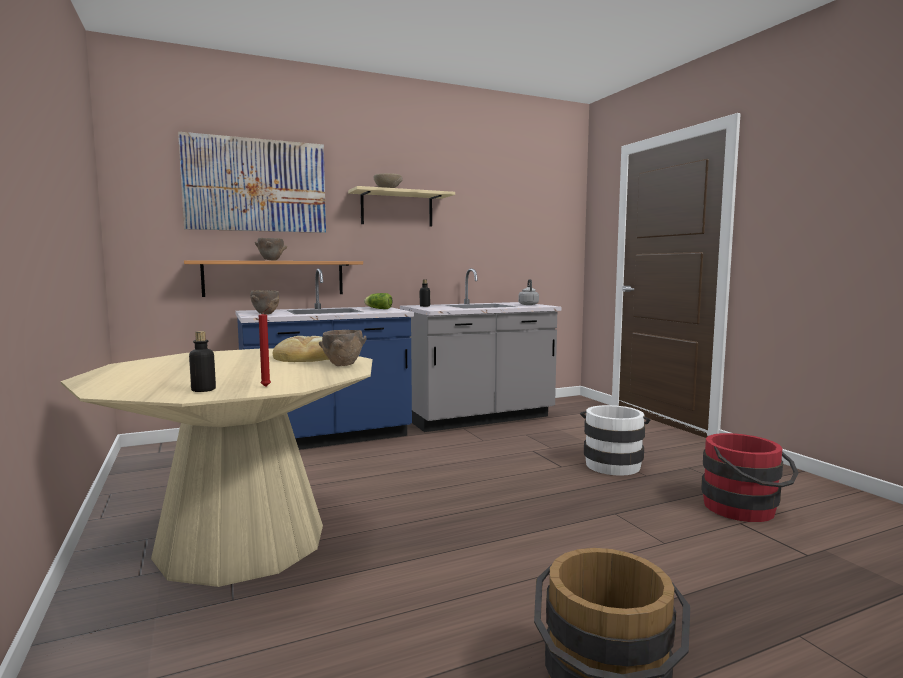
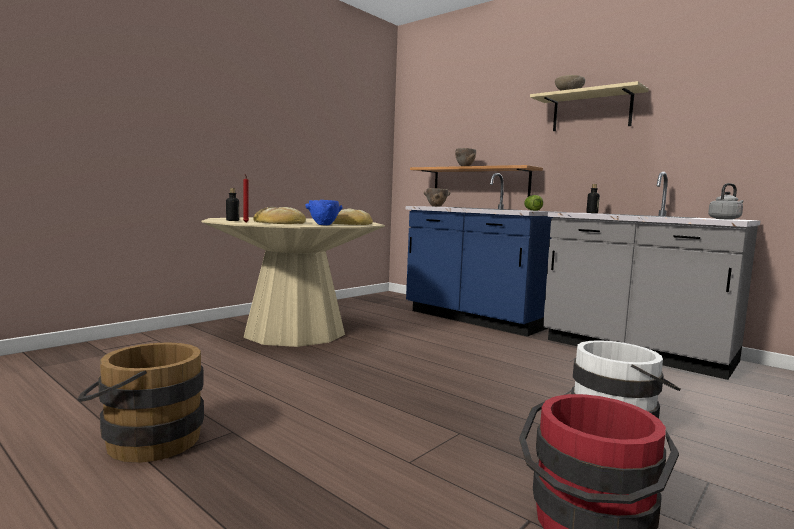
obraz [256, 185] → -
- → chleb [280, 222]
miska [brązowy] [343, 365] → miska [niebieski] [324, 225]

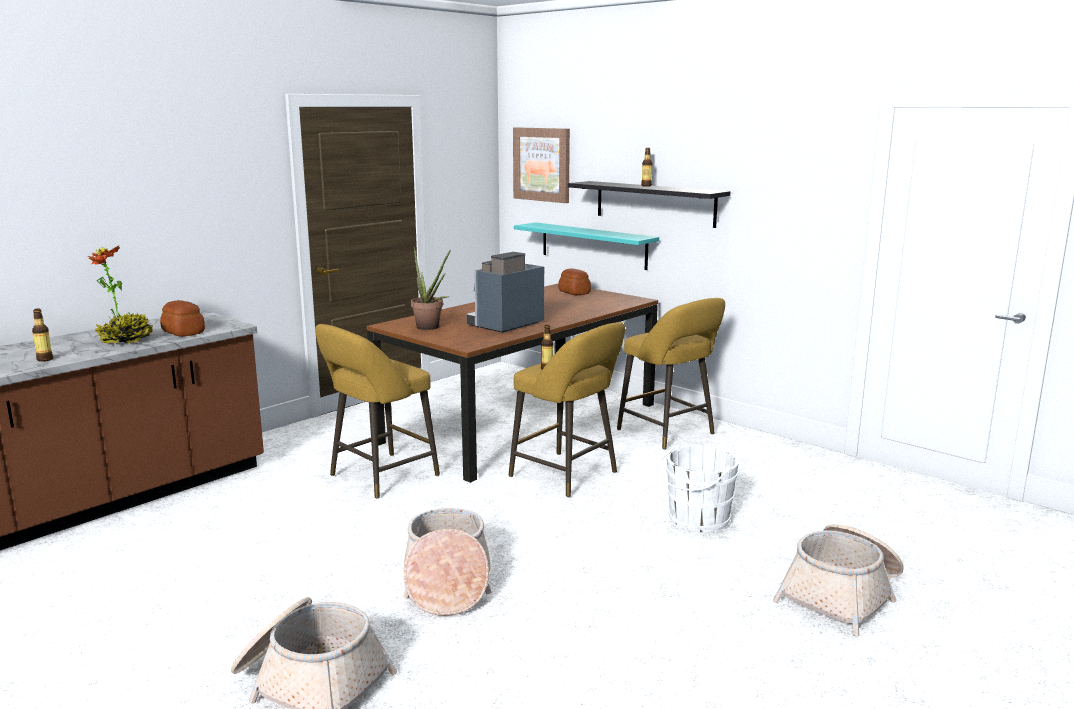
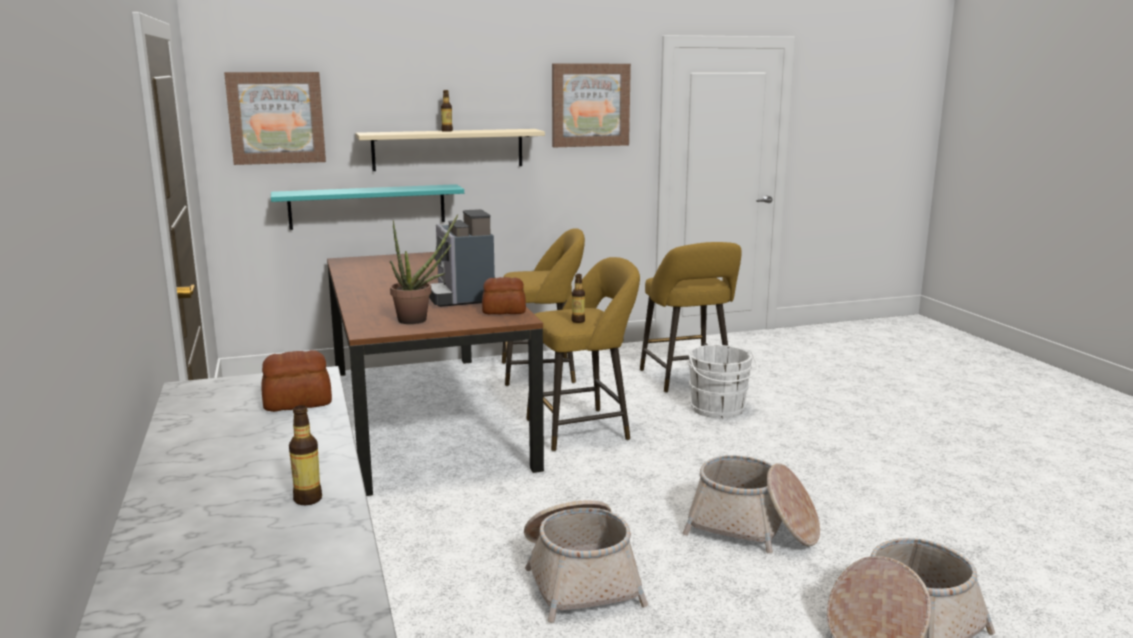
roślina doniczkowa [126, 341] → -
- → obraz [590, 105]
stołek [żółty] [379, 477] → stołek [żółty] [687, 380], shifted
chleb [574, 292] → chleb [503, 311], shifted
koszyk [842, 595] → koszyk [579, 577], shifted
półka [czarny] [654, 203] → półka [beżowy] [448, 149]

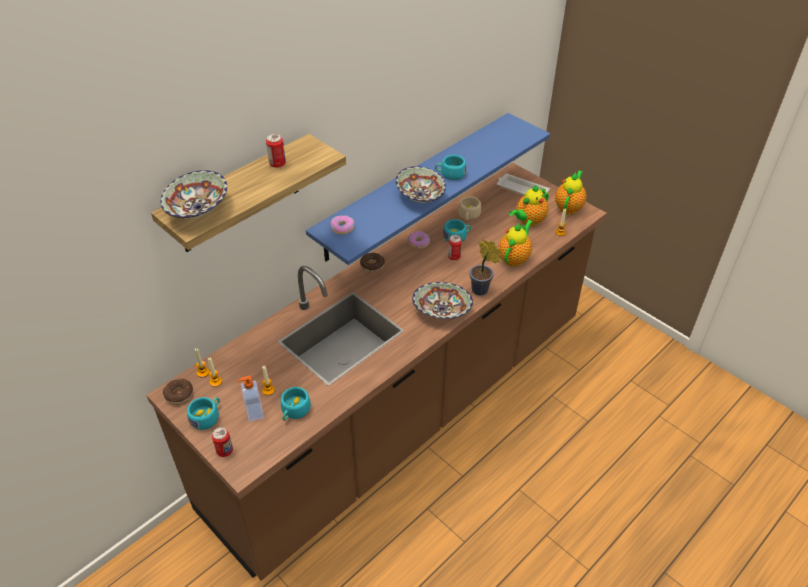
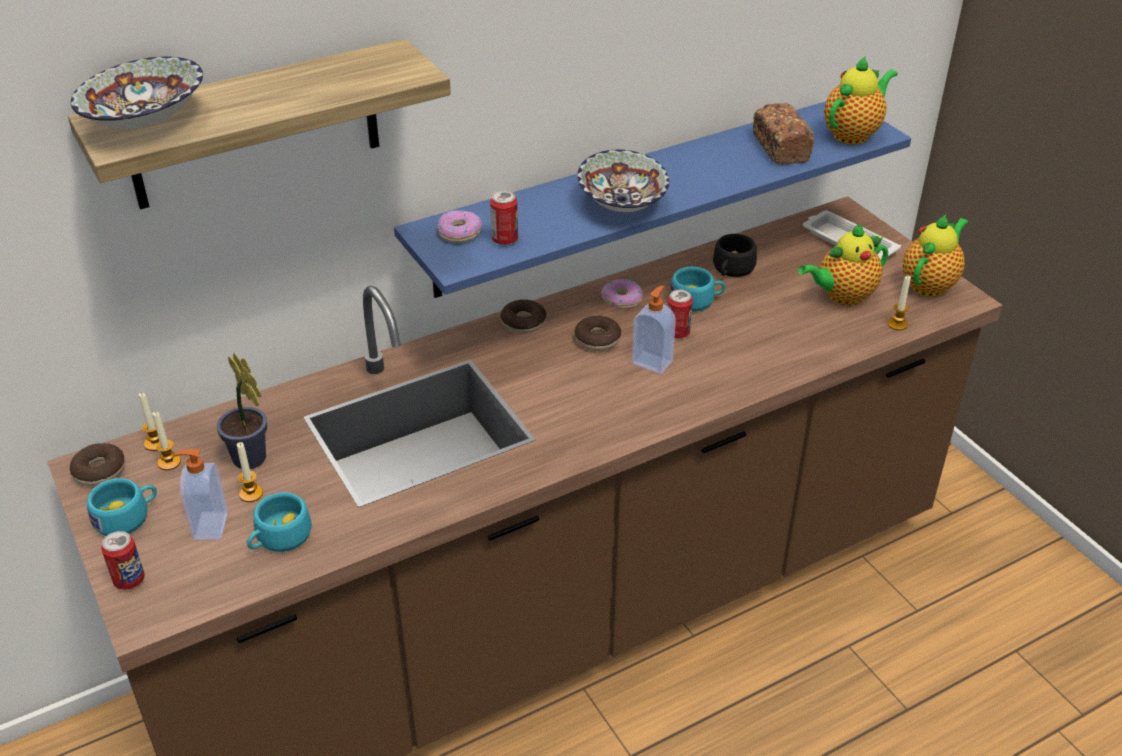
miska [442, 311] → -
filiżanka [turkusowy] [450, 174] → -
- → donut [597, 339]
- → dozownik mydła [652, 362]
- → chleb [780, 147]
puszka [277, 164] → puszka [505, 239], shifted
roślina doniczkowa [481, 291] → roślina doniczkowa [252, 461], shifted
imbryk [514, 258] → imbryk [853, 134], shifted
filiżanka [beżowy] [468, 215] → filiżanka [czarny] [731, 270]

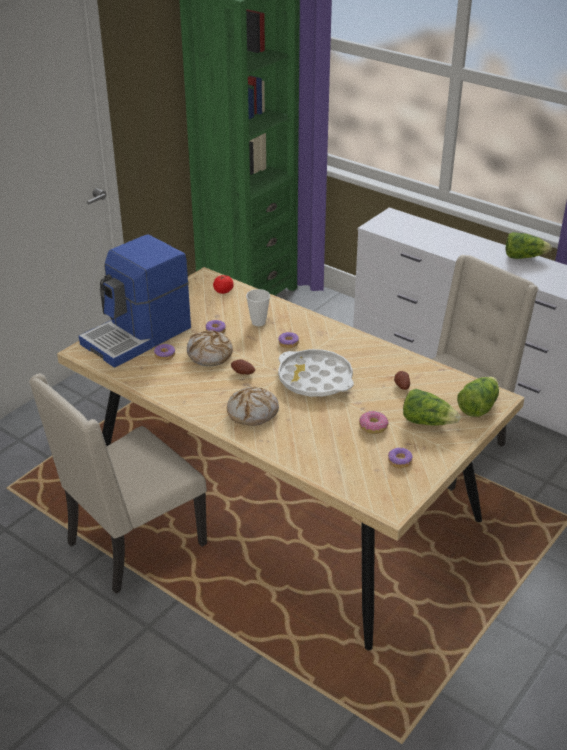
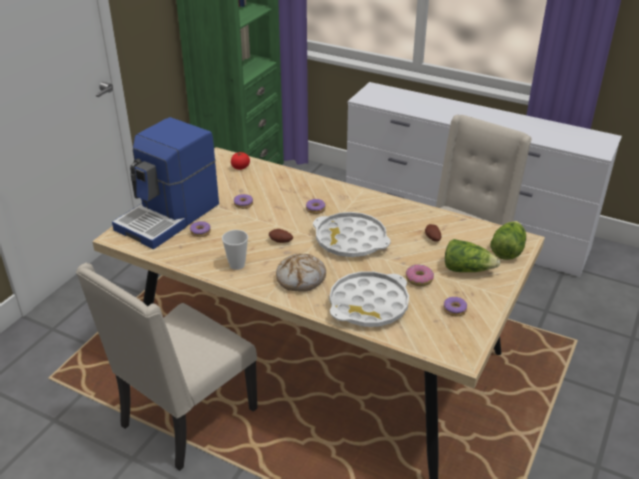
chleb [210, 355] → -
sałata [524, 257] → -
- → taca [biały] [369, 305]
filiżanka [258, 322] → filiżanka [237, 265], shifted

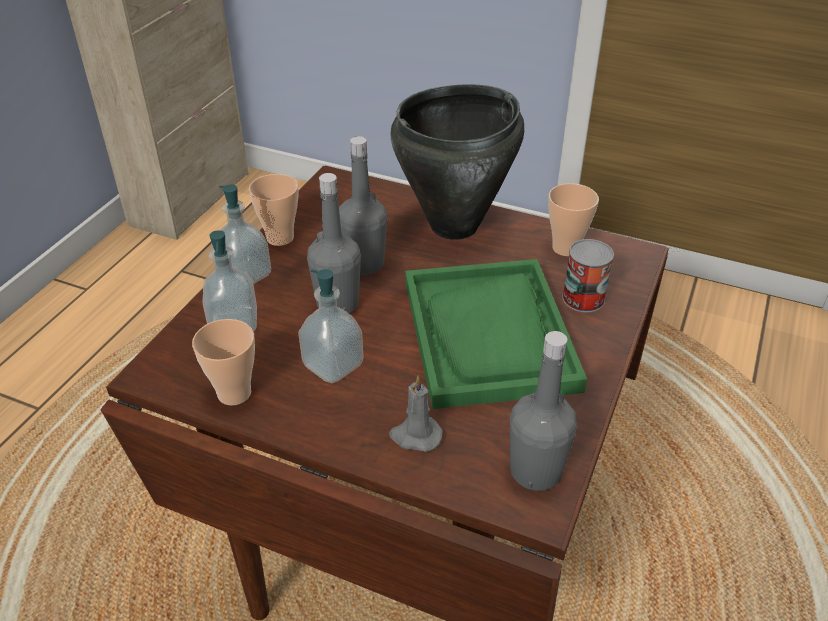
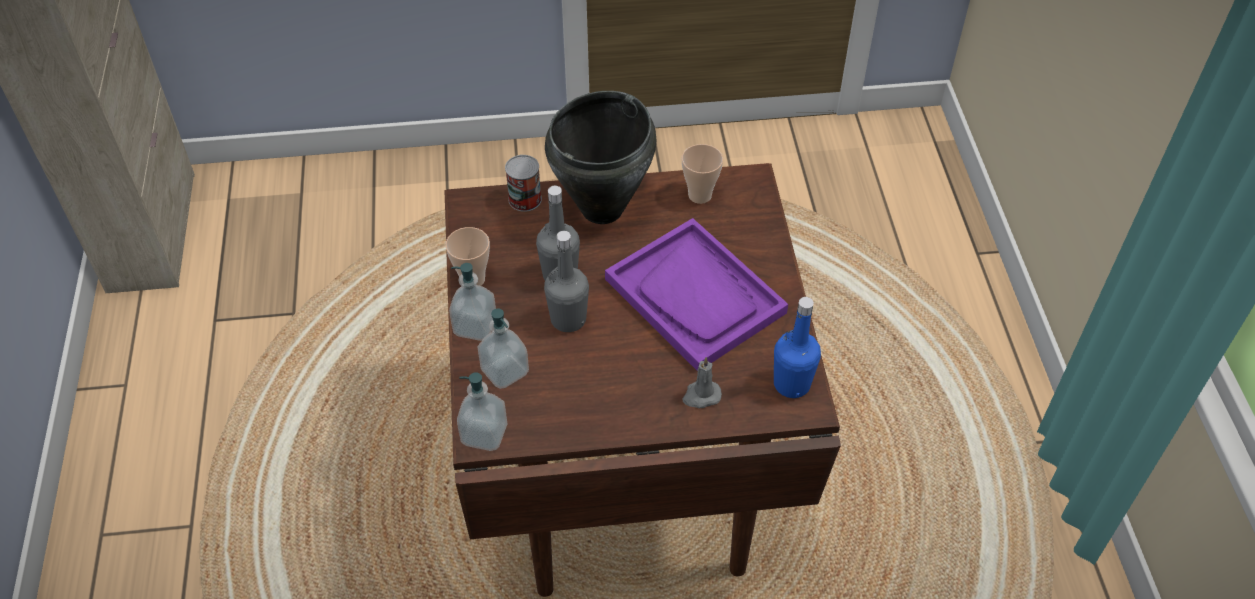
filiżanka [234, 393] → -
dozownik mydła [333, 365] → dozownik mydła [484, 434], shifted
puszka [583, 298] → puszka [525, 199], shifted
taca [zielony] [489, 335] → taca [fioletowy] [695, 296]
butelka [szary] [535, 471] → butelka [niebieski] [791, 384]

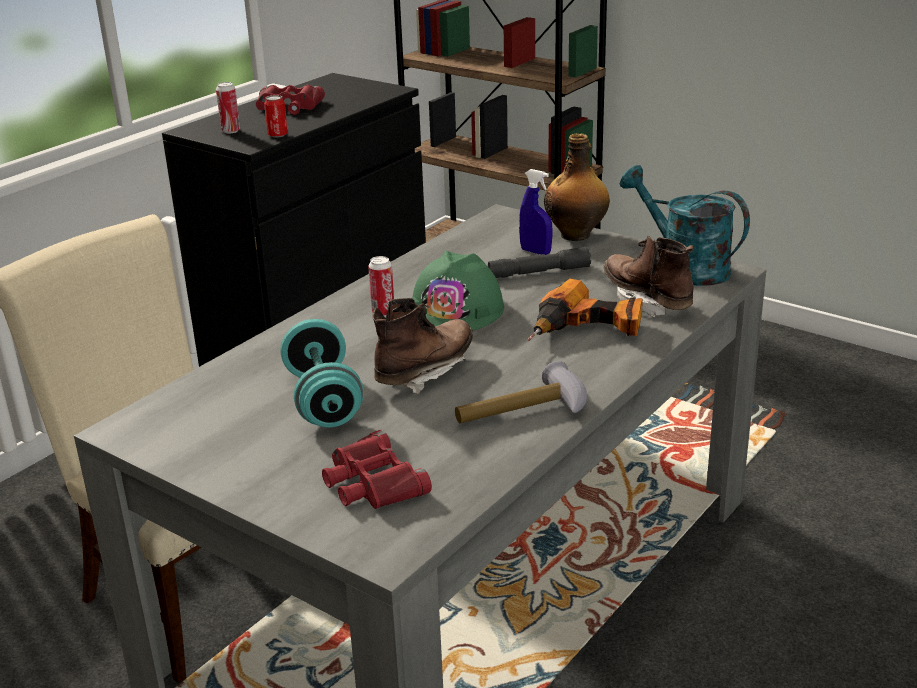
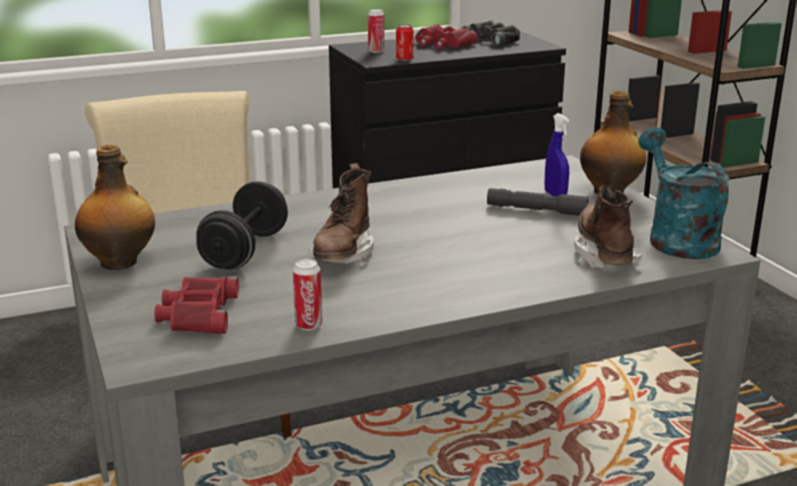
kask [zielony] [456, 310] → -
młotek [523, 413] → -
wiertarka [587, 331] → -
- → butelka [120, 262]
- → lornetka [czarny] [494, 40]
puszka [383, 312] → puszka [308, 325], shifted
hantel [turkusowy] [323, 400] → hantel [czarny] [245, 251]
but z cholewką [brązowy] [425, 372] → but z cholewką [brązowy] [343, 254], 120 degrees clockwise

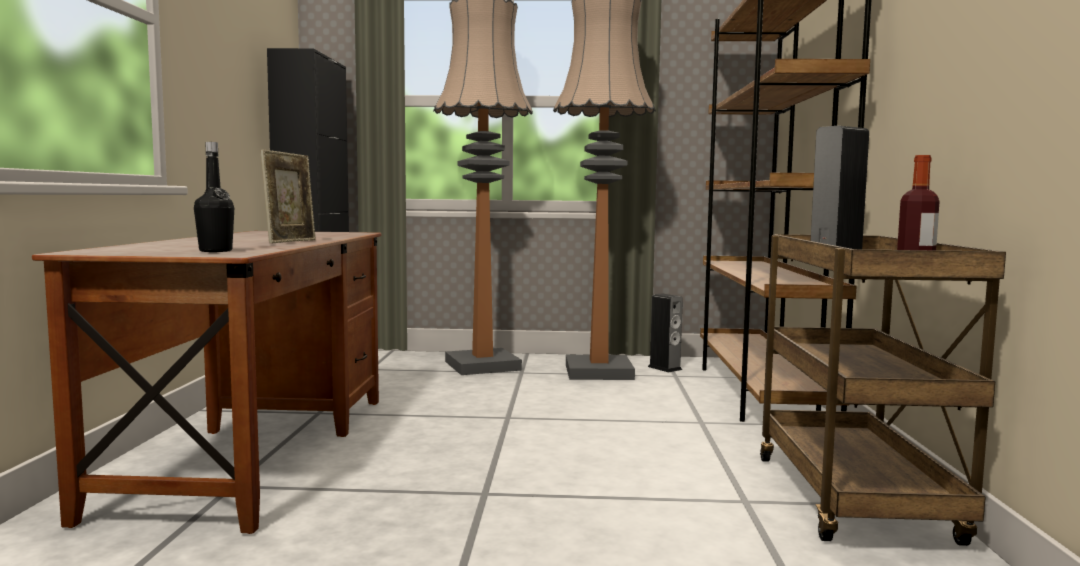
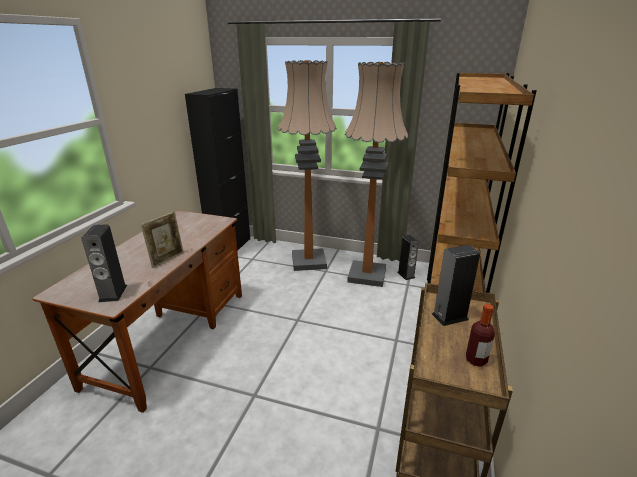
butelka [czarny] [215, 251] → głośnik [113, 293]

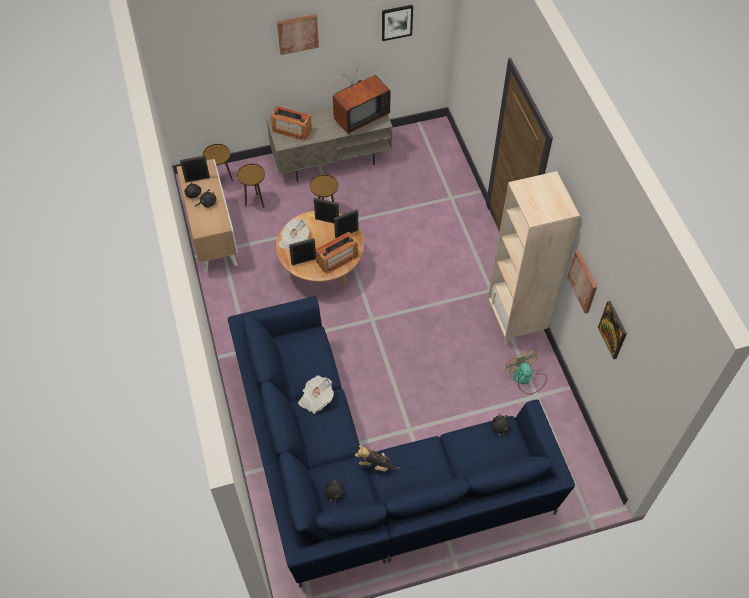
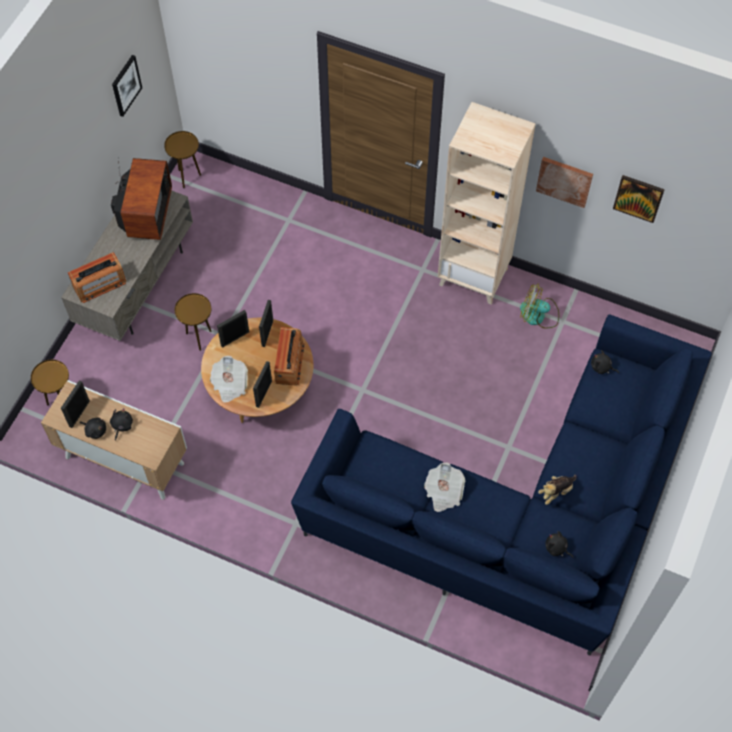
obraz [297, 33] → -
stolik [brązowy] [255, 202] → stolik [brązowy] [187, 177], shifted

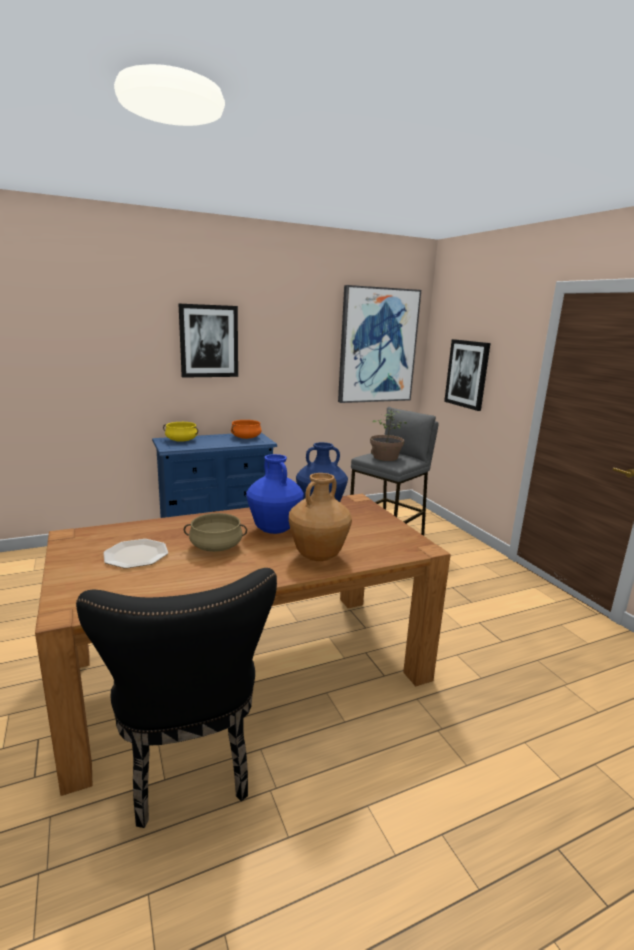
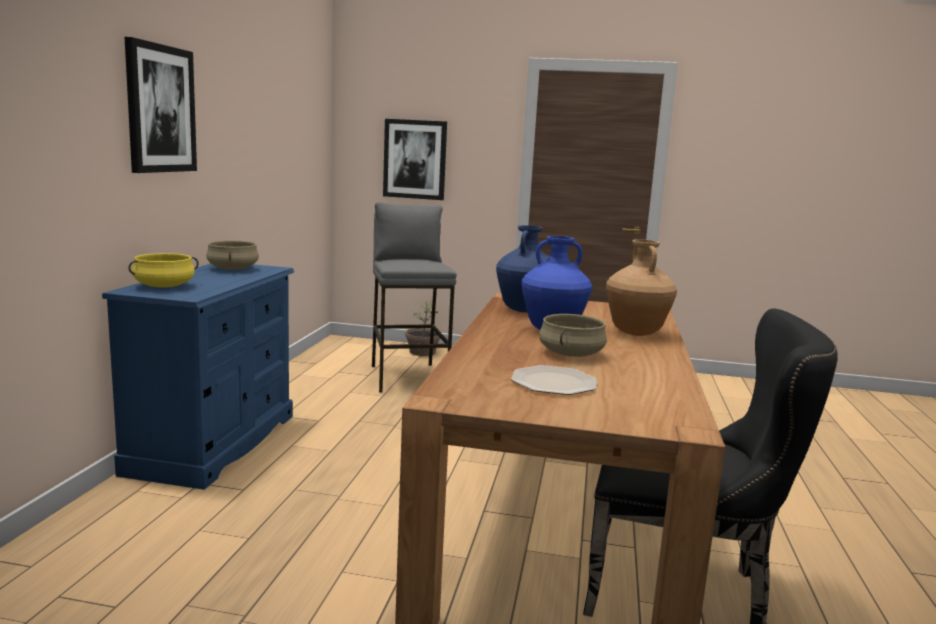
obraz [377, 346] → -
roślina doniczkowa [385, 457] → roślina doniczkowa [422, 352], shifted
garnek [pomarańczowy] [246, 437] → garnek [beżowy] [232, 269]

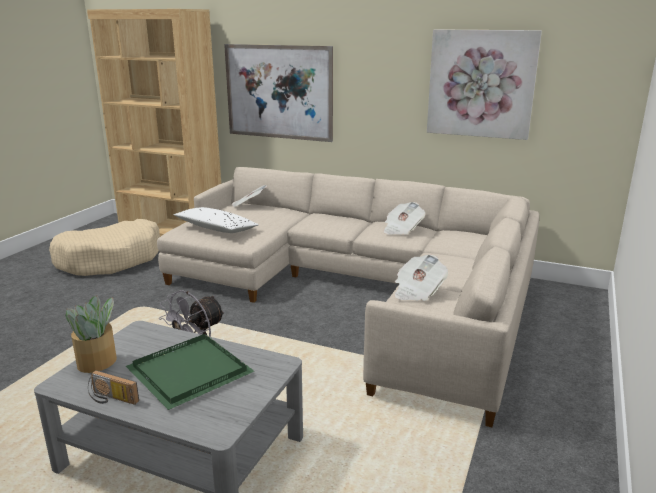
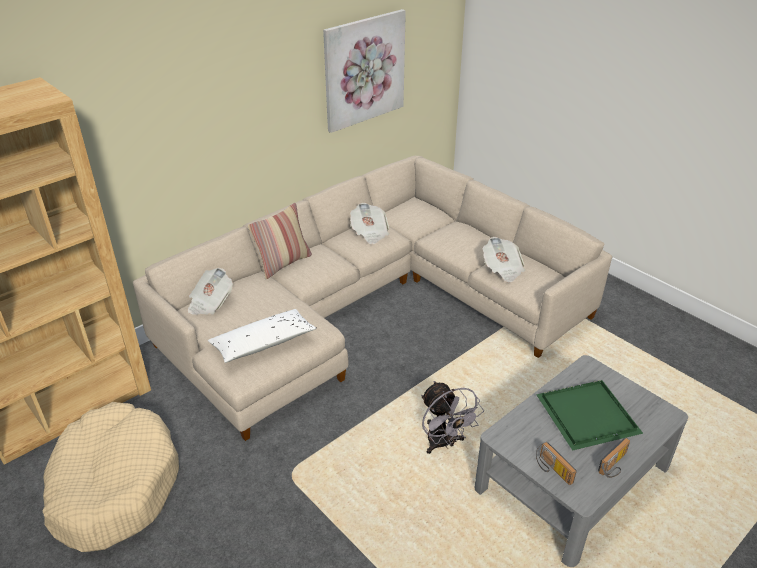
obraz [278, 92] → -
- → poduszka [283, 263]
roślina doniczkowa [98, 361] → radio [552, 470]

